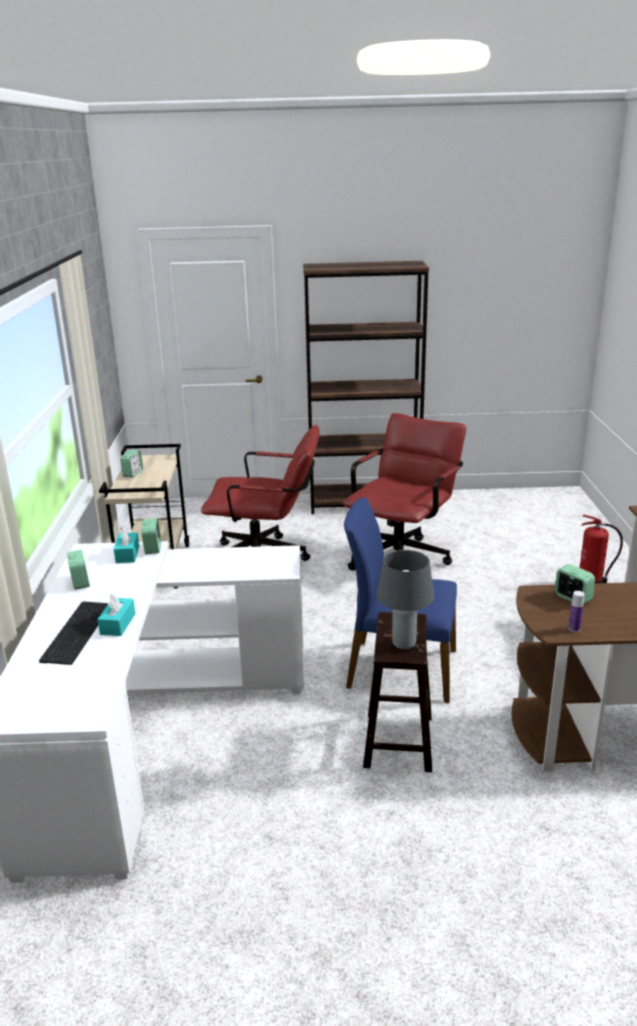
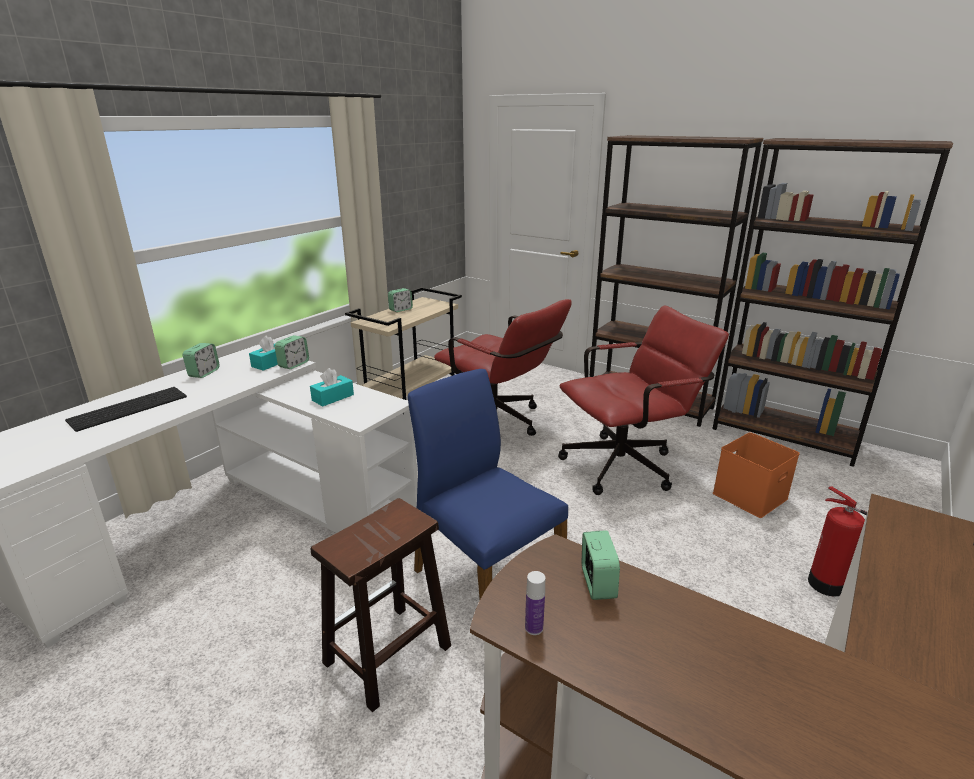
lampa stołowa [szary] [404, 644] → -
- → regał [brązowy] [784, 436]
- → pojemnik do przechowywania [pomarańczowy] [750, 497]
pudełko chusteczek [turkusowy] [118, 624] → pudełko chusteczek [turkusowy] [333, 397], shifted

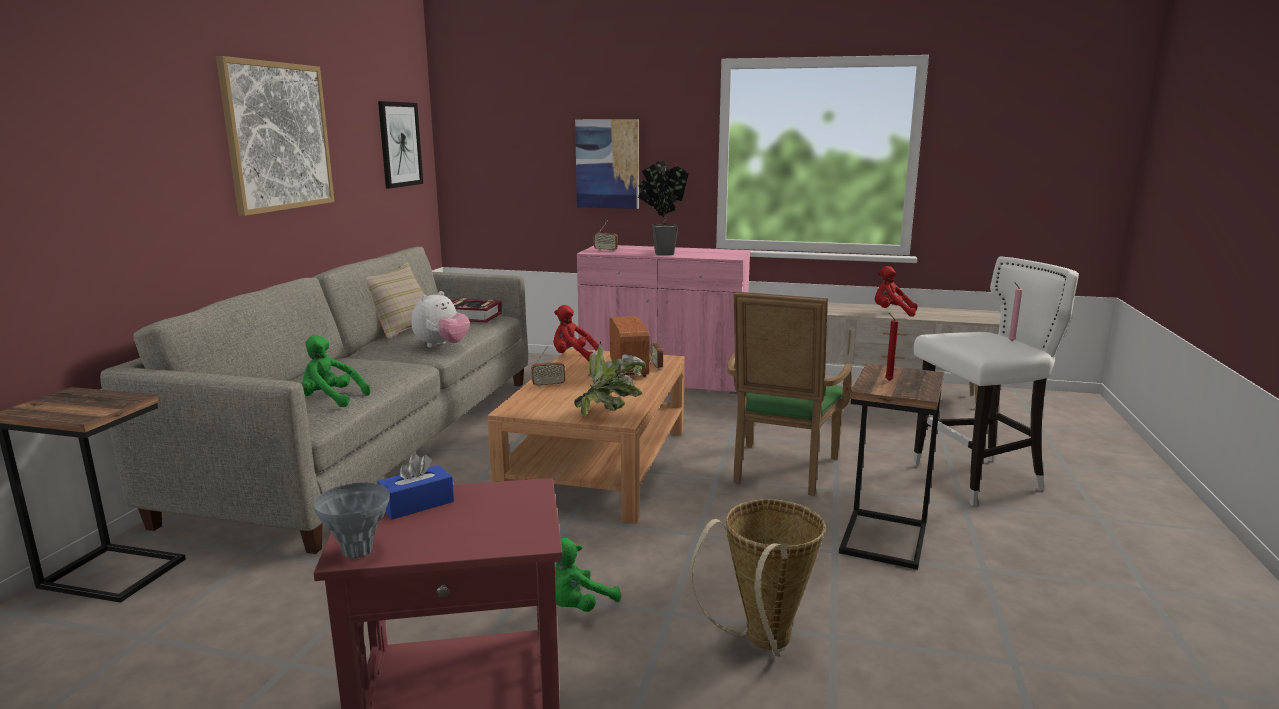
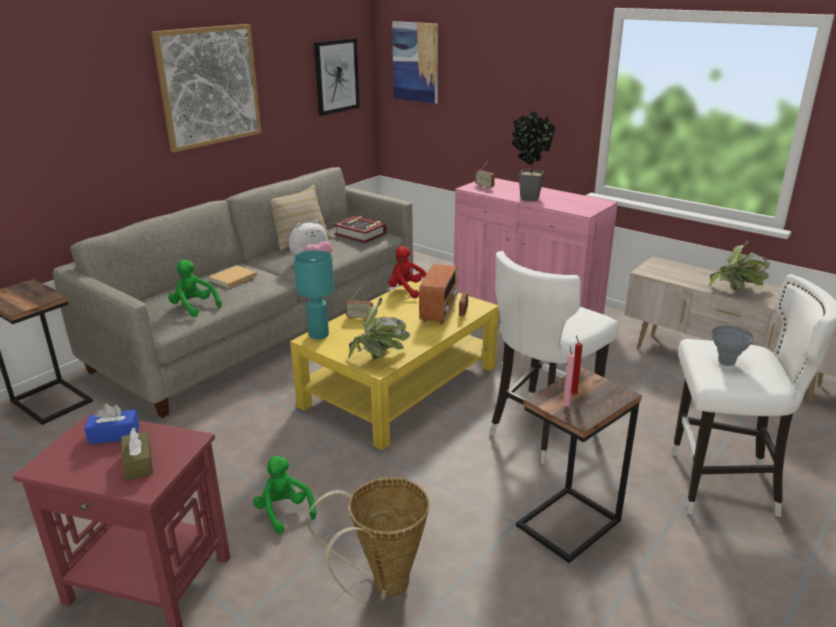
- → pudełko chusteczek [brązowy] [138, 463]
- → książka [beżowy] [232, 278]
- → lampa stołowa [turkusowy] [318, 334]
wazon [szary] [358, 552] → wazon [szary] [726, 362], shifted
obraz [607, 164] → obraz [415, 62], shifted
świeca [różowy] [1010, 341] → świeca [różowy] [565, 405], shifted
fotel [zielony] [781, 472] → stołek [biały] [541, 430]
pluszak [czerwony] [892, 313] → roślina doniczkowa [735, 290]
ława [brązowy] [598, 464] → ława [żółty] [401, 385]
pluszak [zielony] [577, 606] → pluszak [zielony] [284, 512], 75 degrees clockwise

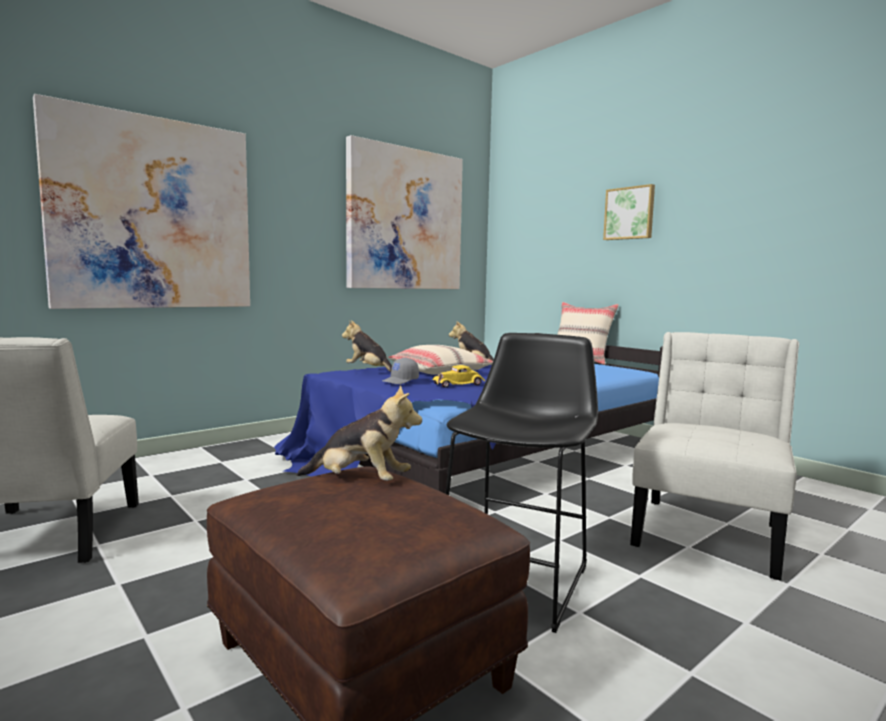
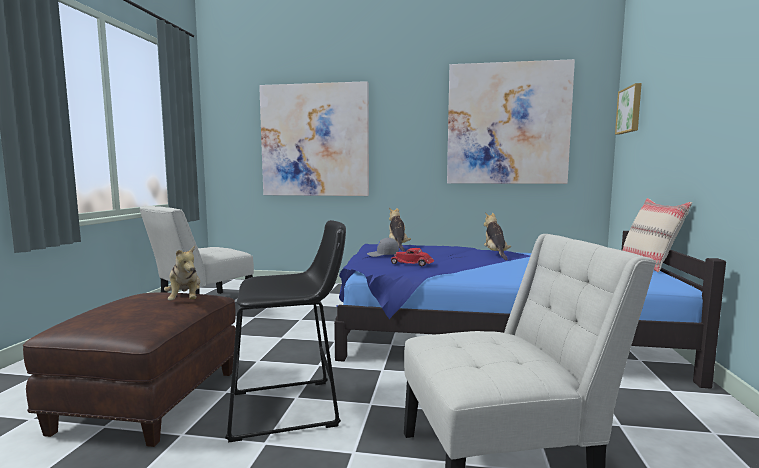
poduszka [beżowy] [440, 372] → -
obraz [629, 213] → obraz [630, 110], shifted
samochodzik [żółty] [459, 384] → samochodzik [czerwony] [412, 263]

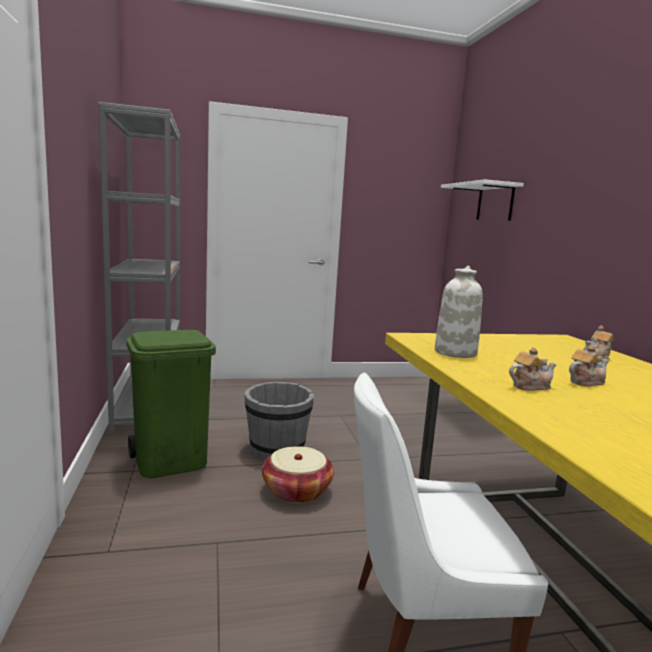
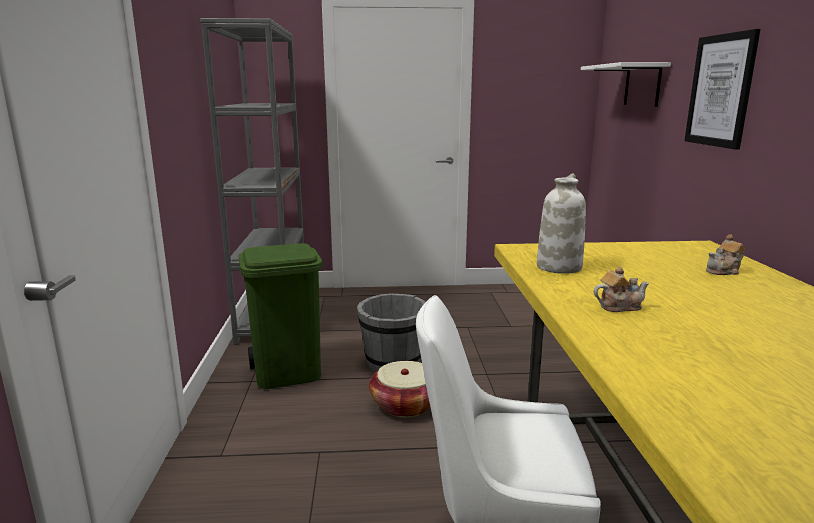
imbryk [585, 382] → -
- → obraz [720, 90]

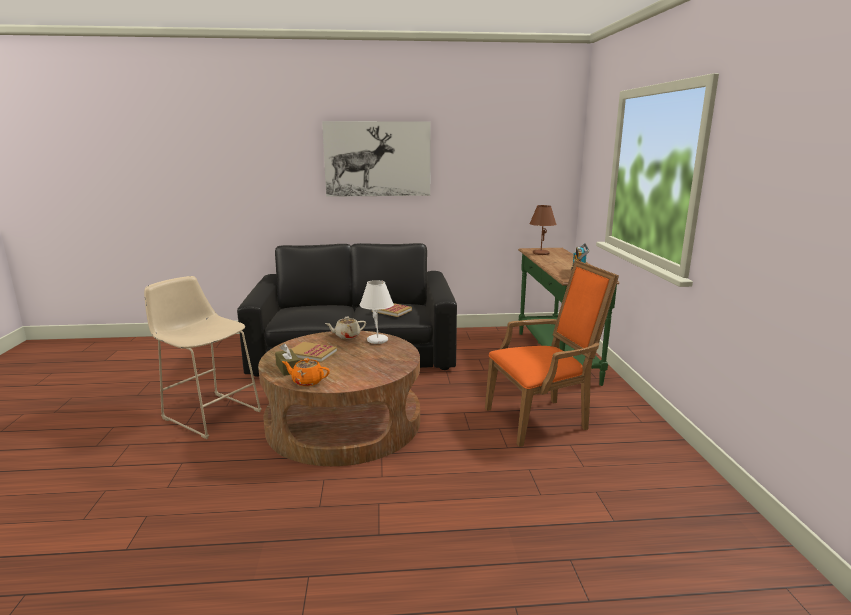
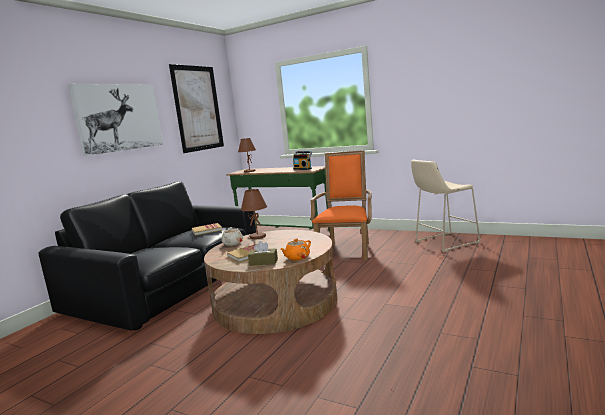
- → obraz [198, 108]
stołek [beżowy] [209, 413] → stołek [beżowy] [444, 243], shifted
lampa stołowa [biały] [378, 340] → lampa stołowa [brązowy] [258, 236]

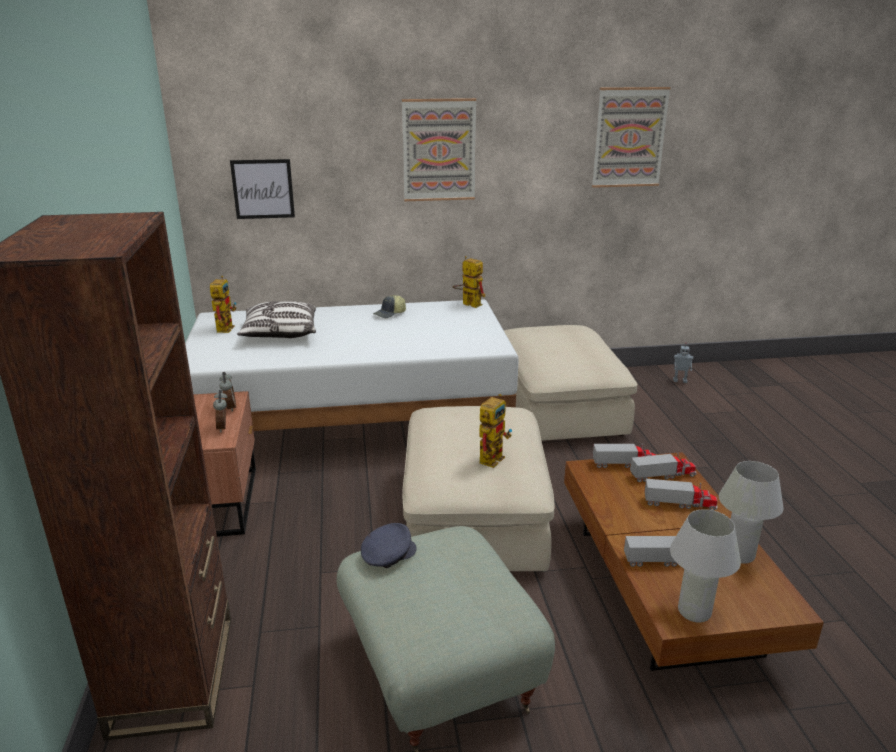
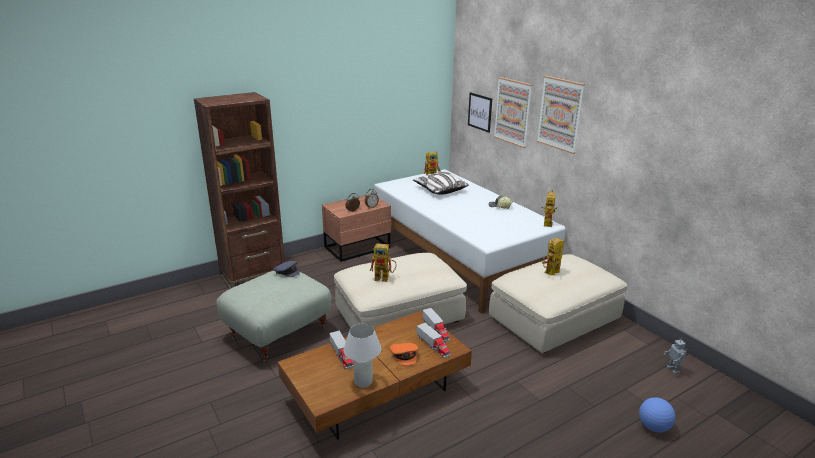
lampa stołowa [biały] [694, 612] → -
- → robot zabawkowy [551, 274]
- → piłka futbolowa [654, 427]
obraz [629, 137] → obraz [512, 112], shifted
ciężarówka zabawkowa [680, 504] → czapka z daszkiem [pomarańczowy] [404, 355]

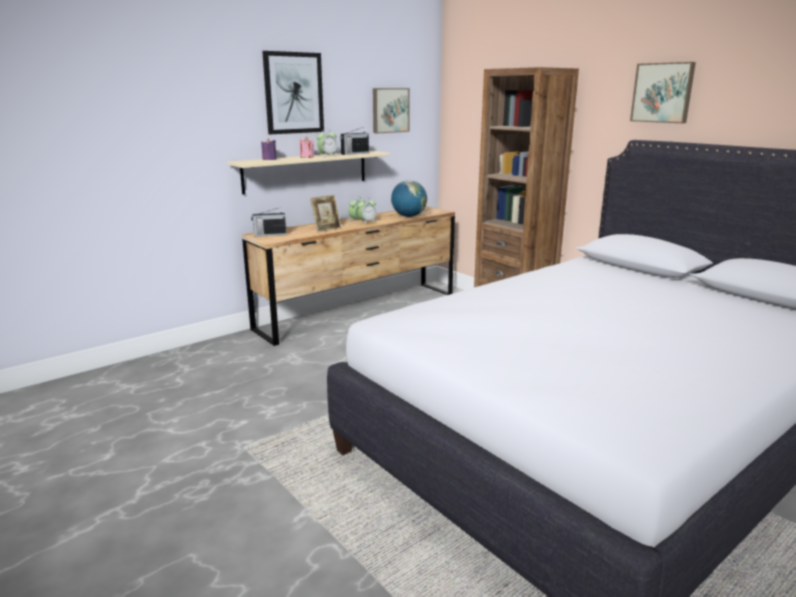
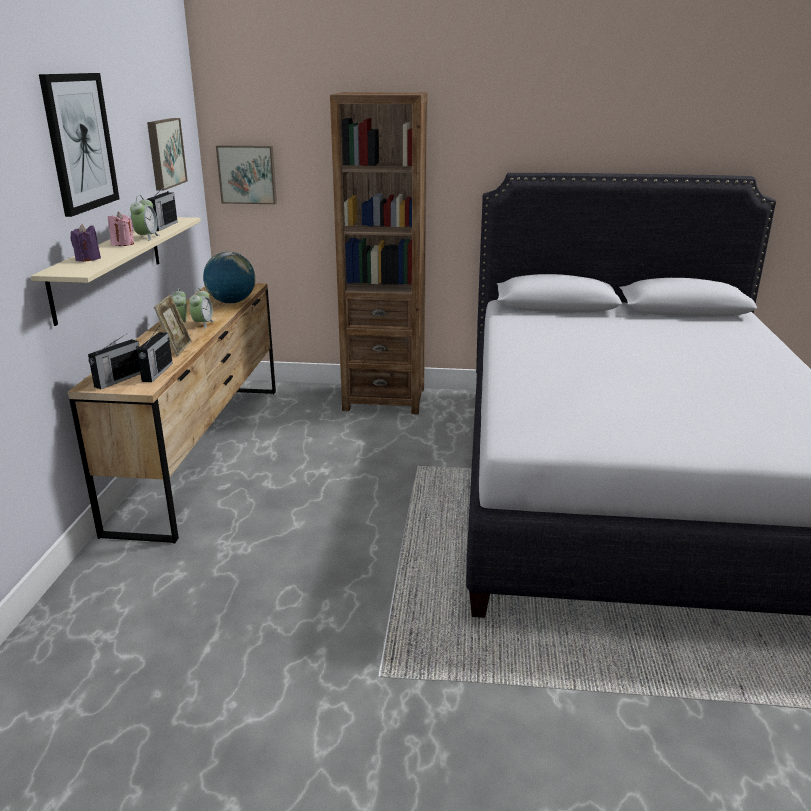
- → radio [157, 372]
obraz [663, 93] → obraz [247, 174], shifted

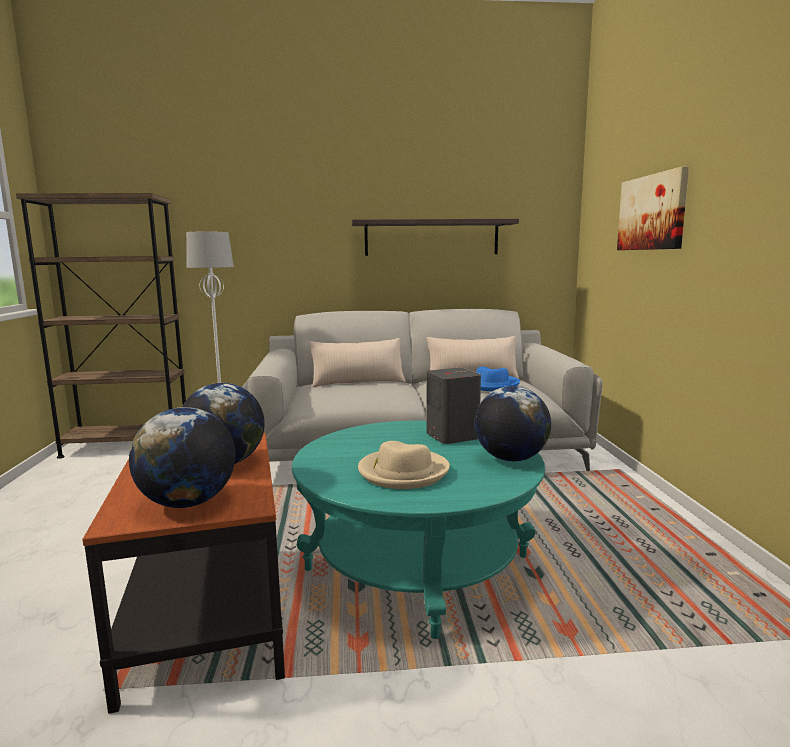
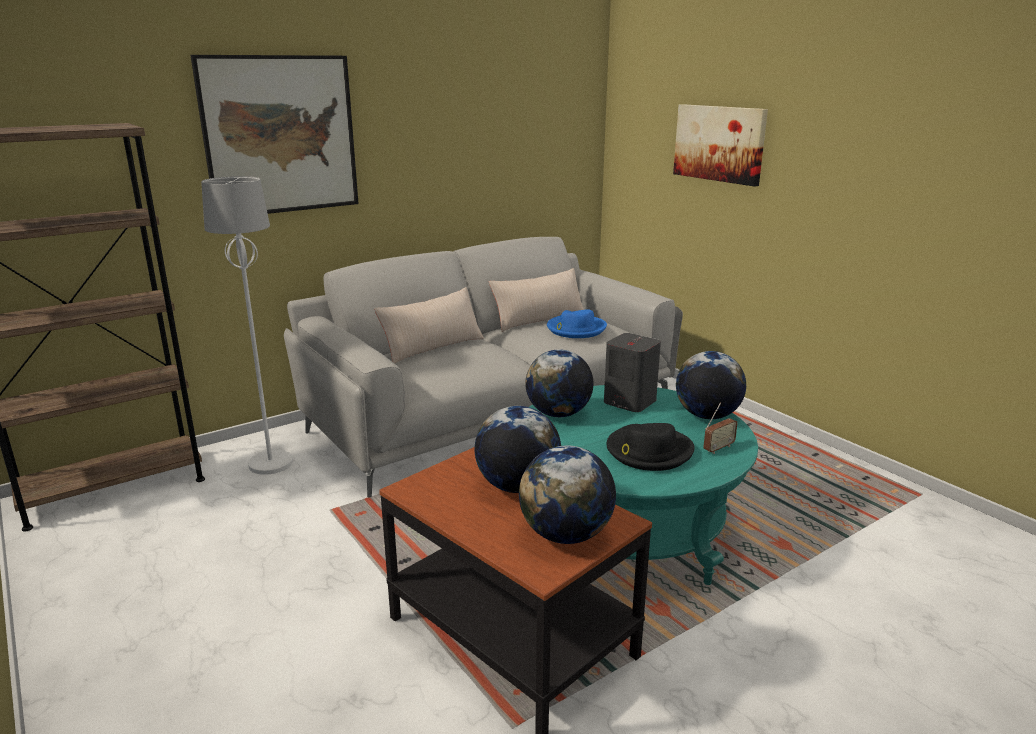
półka [431, 238] → -
- → obraz [280, 135]
- → globus [558, 414]
- → radio [718, 448]
kapelusz [beżowy] [403, 472] → kapelusz [czarny] [648, 451]

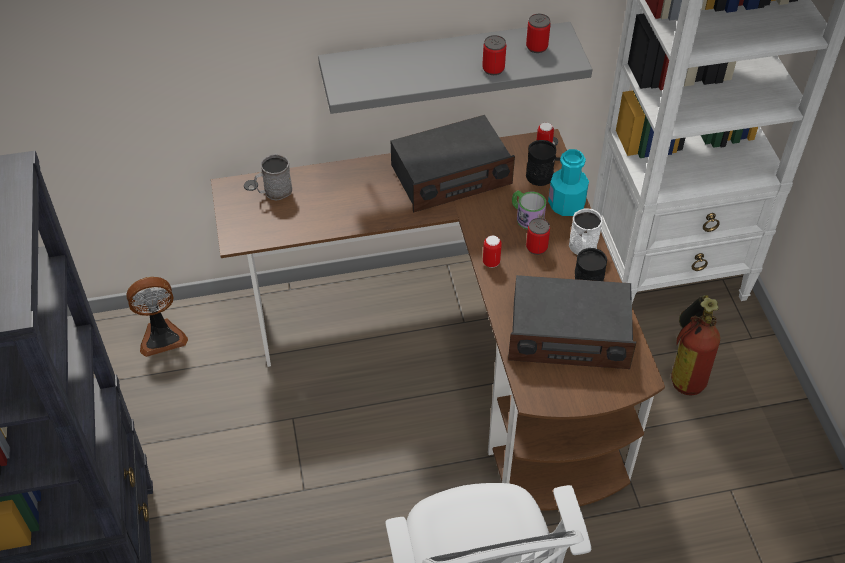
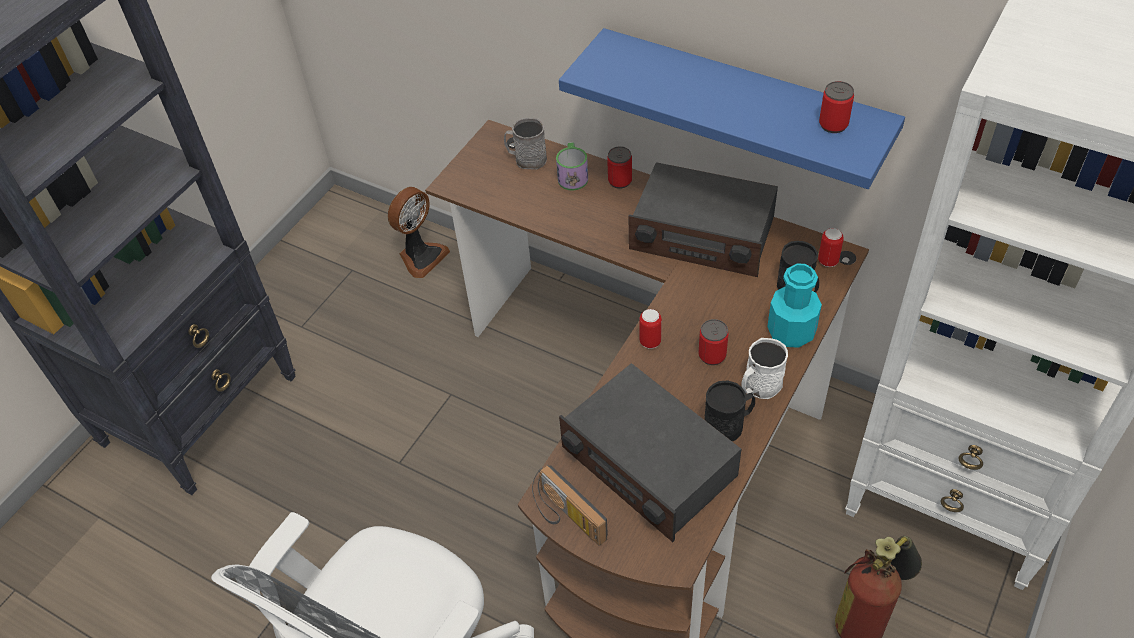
- → radio [565, 517]
puszka [493, 68] → puszka [620, 181], shifted
kubek [526, 216] → kubek [572, 175], shifted
półka [szary] [445, 64] → półka [niebieski] [743, 102]
wentylator [161, 336] → wentylator [421, 256], 75 degrees counterclockwise

